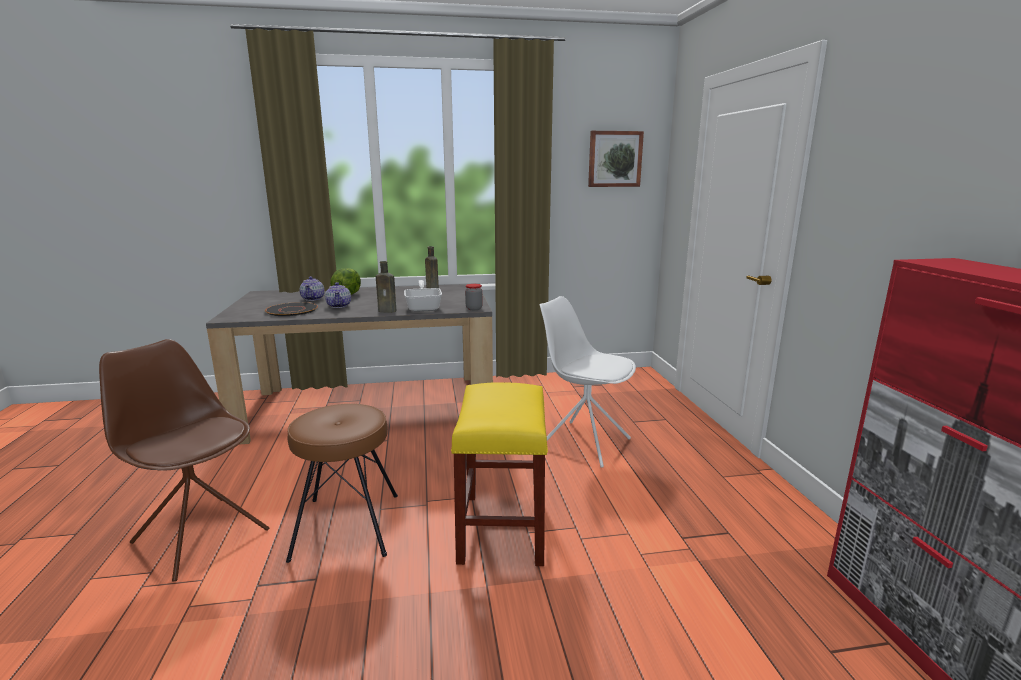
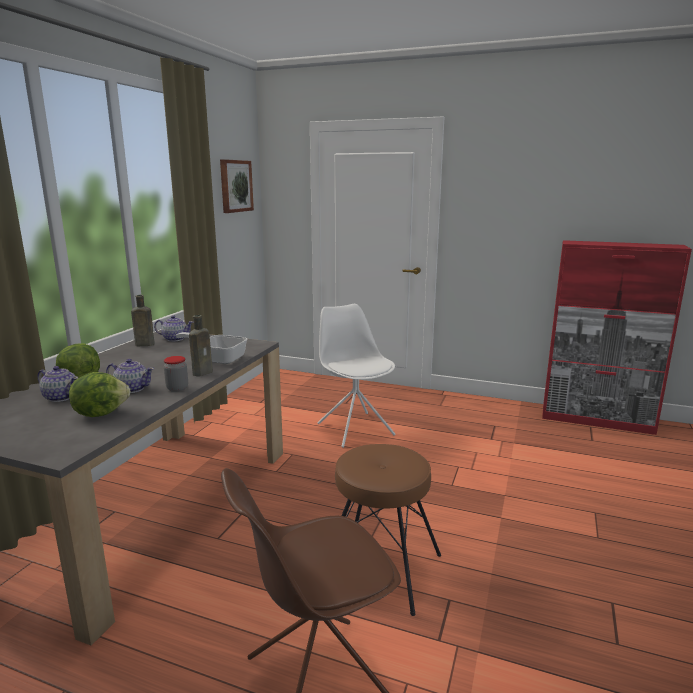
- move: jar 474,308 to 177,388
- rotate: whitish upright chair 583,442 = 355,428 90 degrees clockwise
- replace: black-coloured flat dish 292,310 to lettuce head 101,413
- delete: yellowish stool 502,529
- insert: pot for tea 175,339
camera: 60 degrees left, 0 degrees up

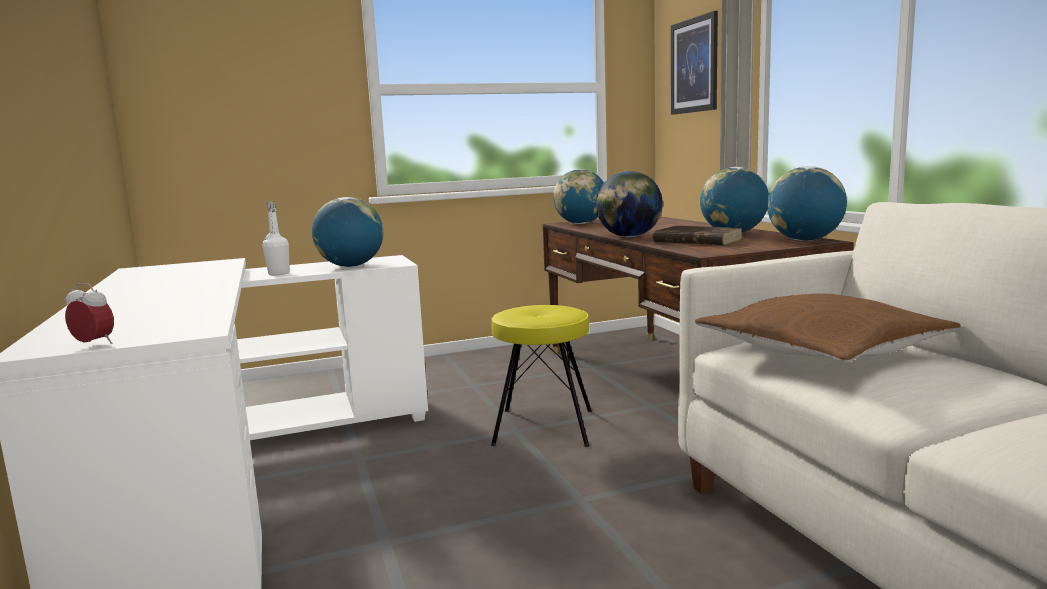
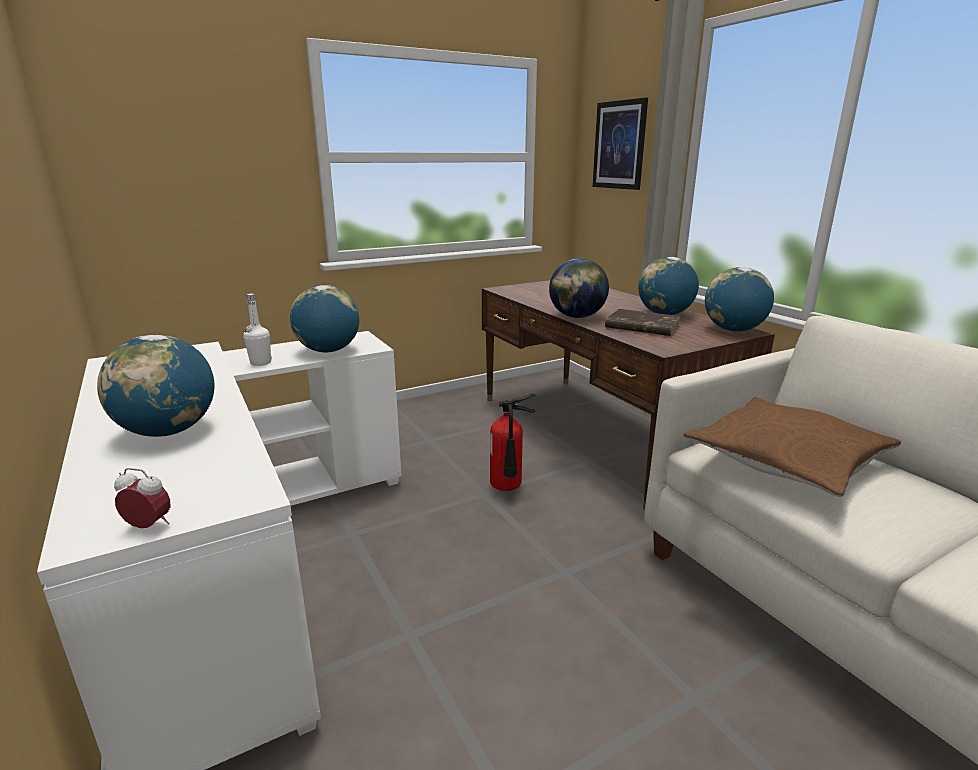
- move: world globe 581,223 to 168,431
- replace: yellowish stool 544,427 to fire extinguisher 508,489
camera: 10 degrees left, 10 degrees up

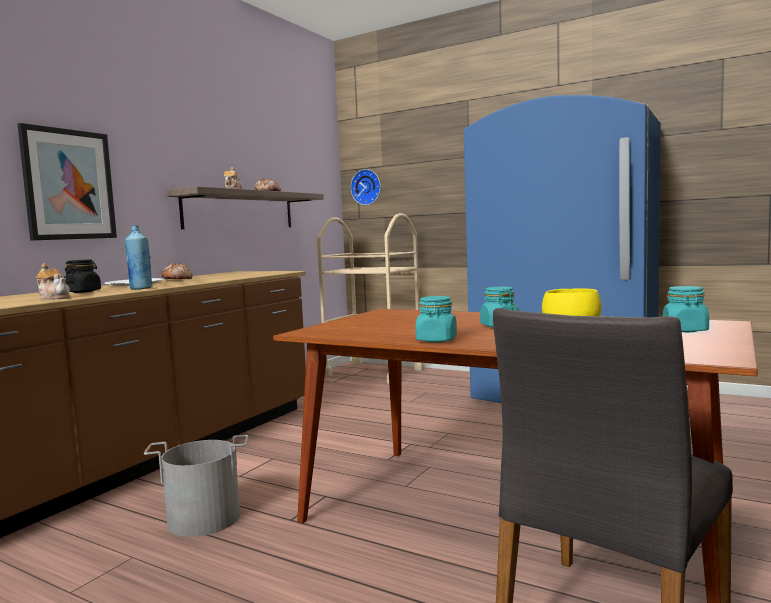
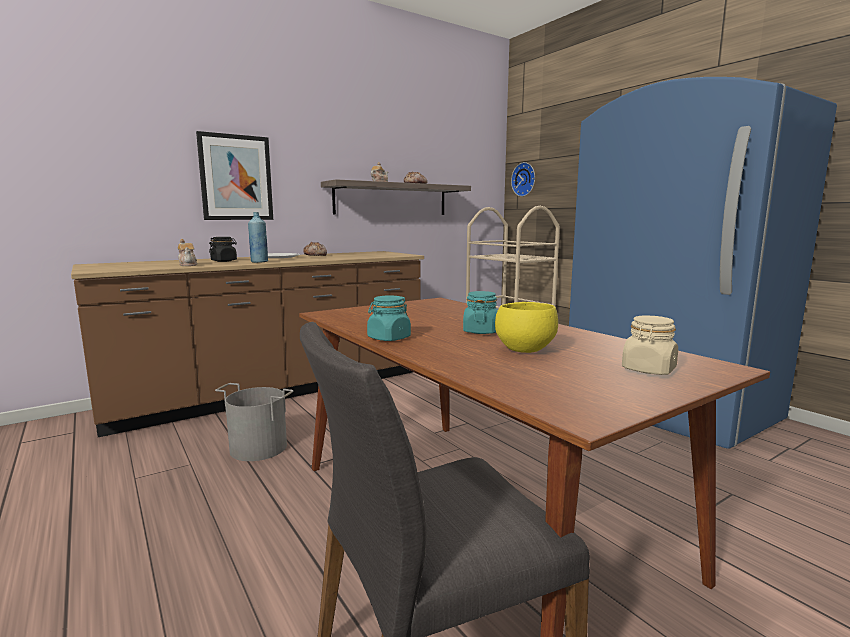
- recolor: turquoise-coloured jar 685,330 to beige jar 648,370
camera: 25 degrees right, 5 degrees up

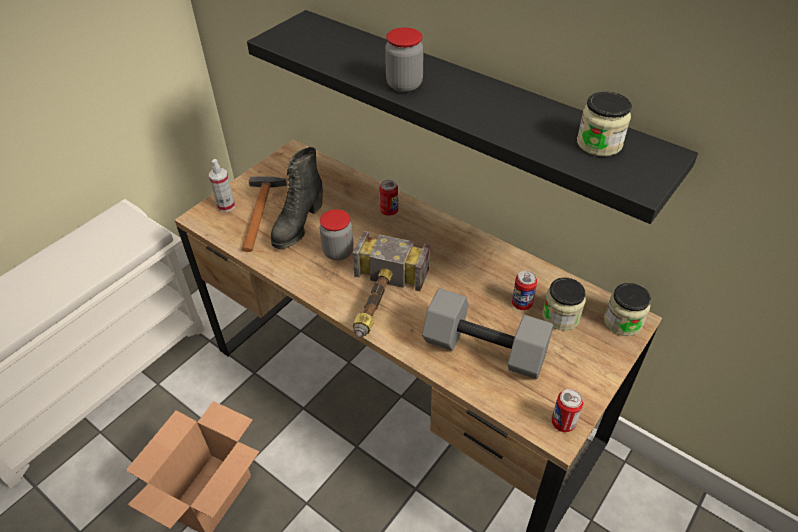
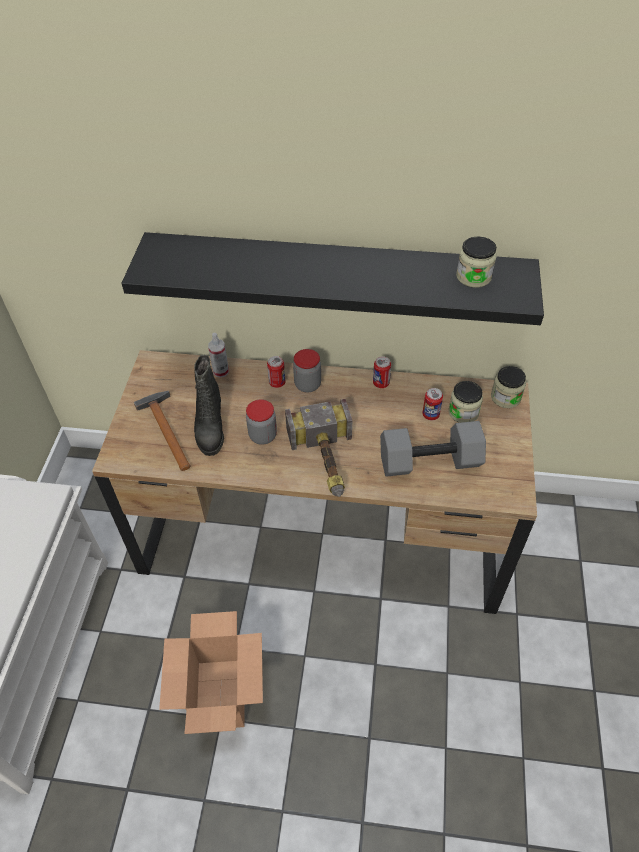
- move: jar 404,85 to 307,385
- move: hand sprayer 226,206 to 221,371
- move: can 563,423 to 381,383
camera: 30 degrees left, 5 degrees up

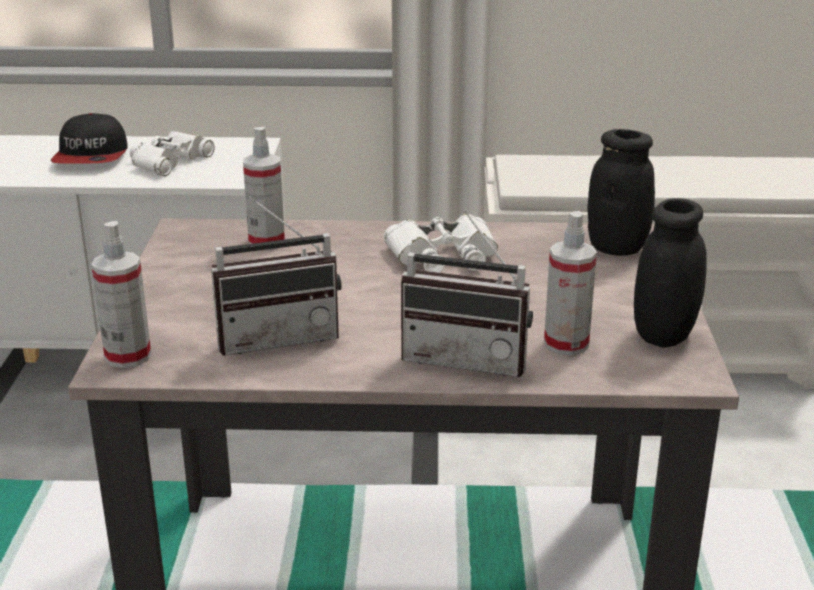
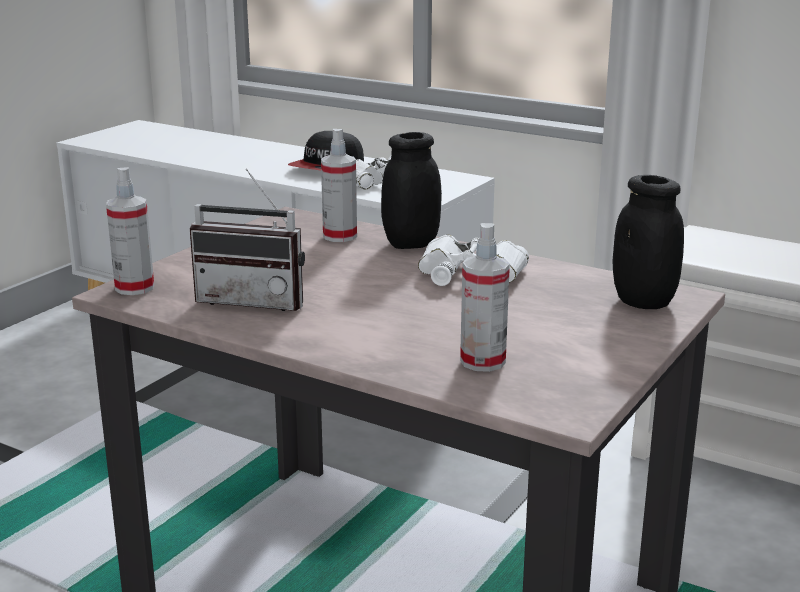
- move: black-coloured jar 664,335 to 411,244
- delete: radio set 468,358
camera: 30 degrees right, 5 degrees down

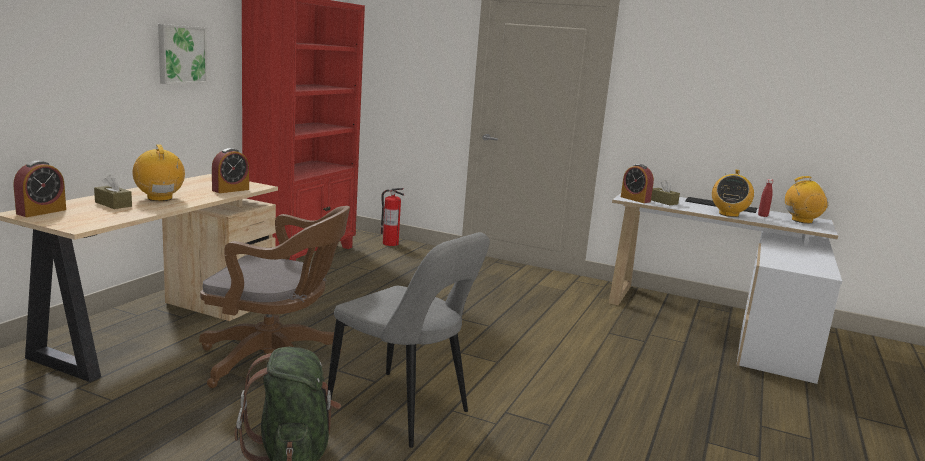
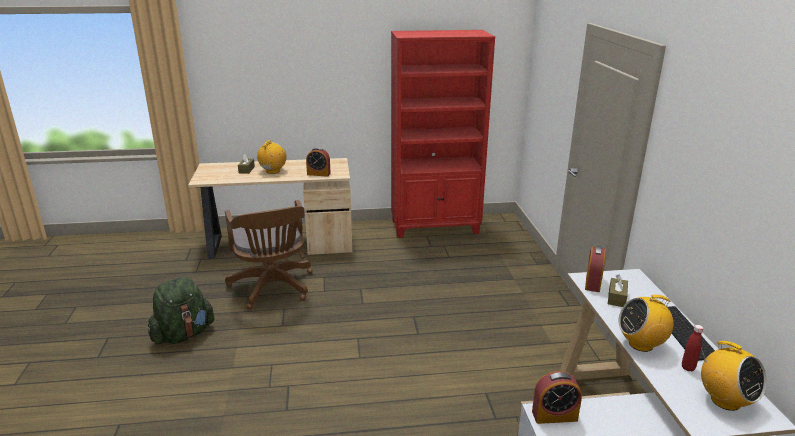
- delete: wall art 181,54
- move: table clock 41,212 to 554,416
- delete: fire extinguisher 390,243
- delete: greyish upright chair 403,410
camera: 60 degrees right, 10 degrees up

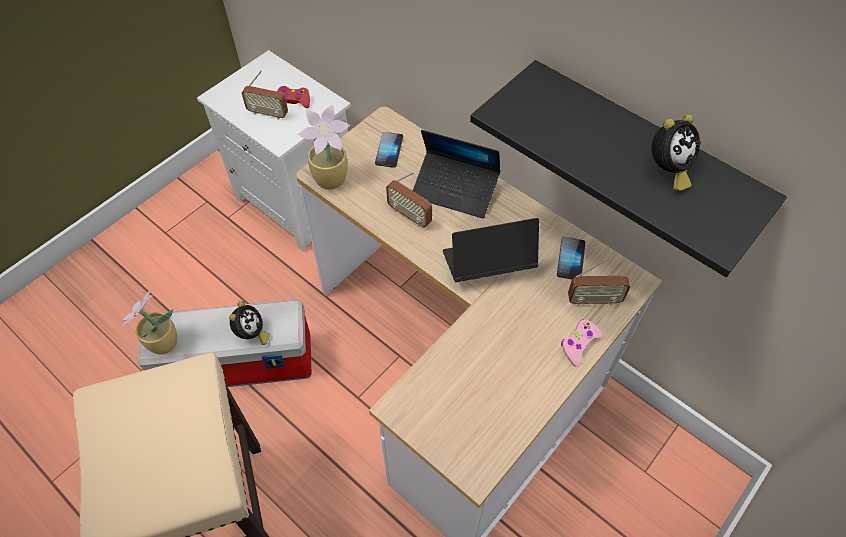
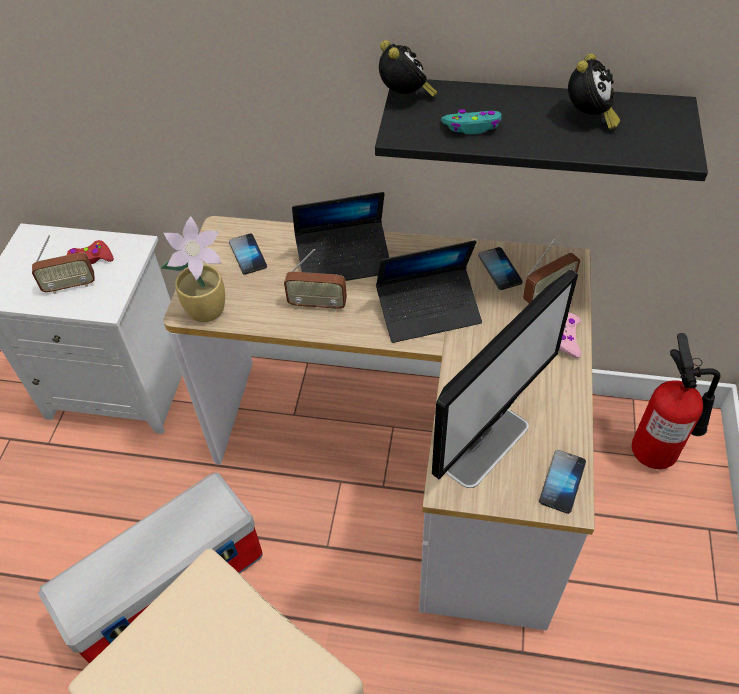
- rotate: notebook computer 487,264 = 428,311 150 degrees counterclockwise
- delete: potted plant 162,344
- move: table clock 251,334 to 405,97
- insert: turquoise-coloured gamepad 472,127
- insert: computer display 487,446
- insert: fire extinguisher 658,450
- insert: handset 562,482
camera: 30 degrees left, 5 degrees down

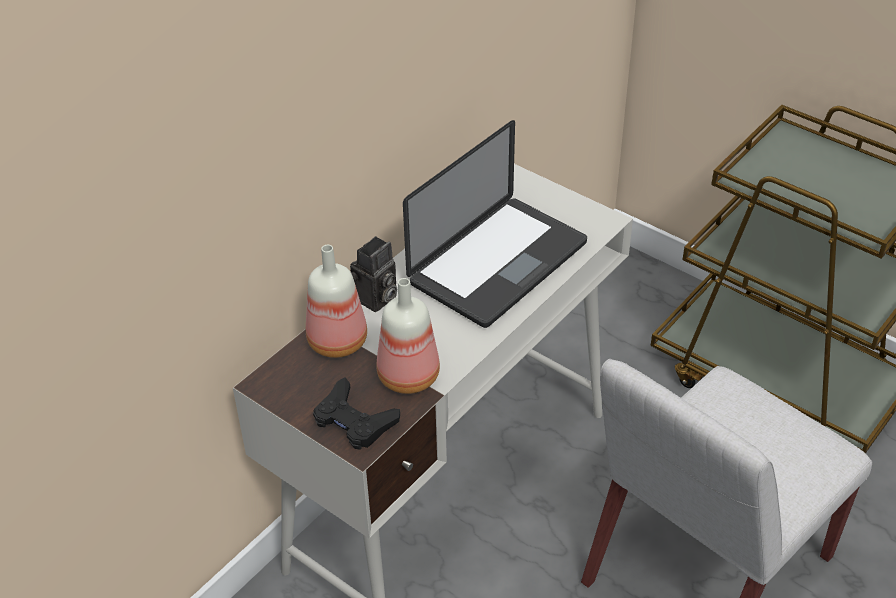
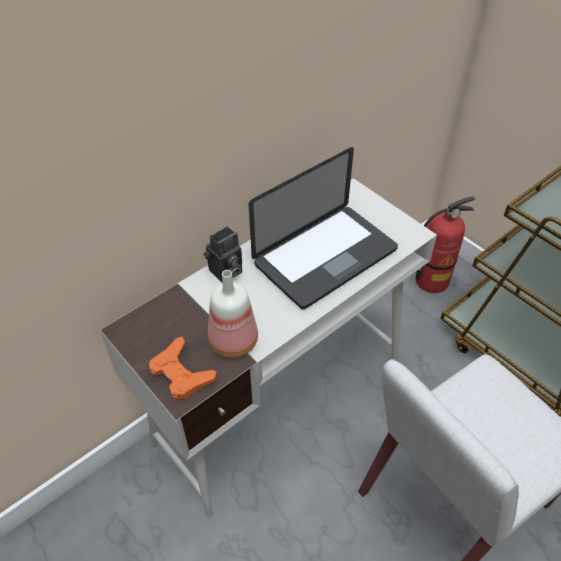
- delete: bottle 337,340
- recolor: black-coloured gamepad 354,421 to orange gamepad 181,373
- insert: fire extinguisher 431,281
camera: 10 degrees right, 5 degrees up

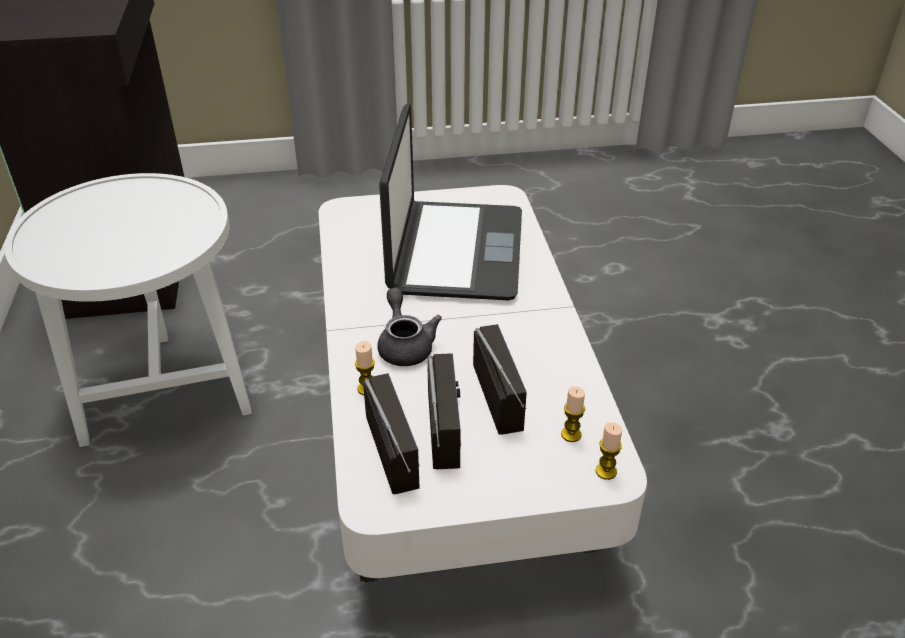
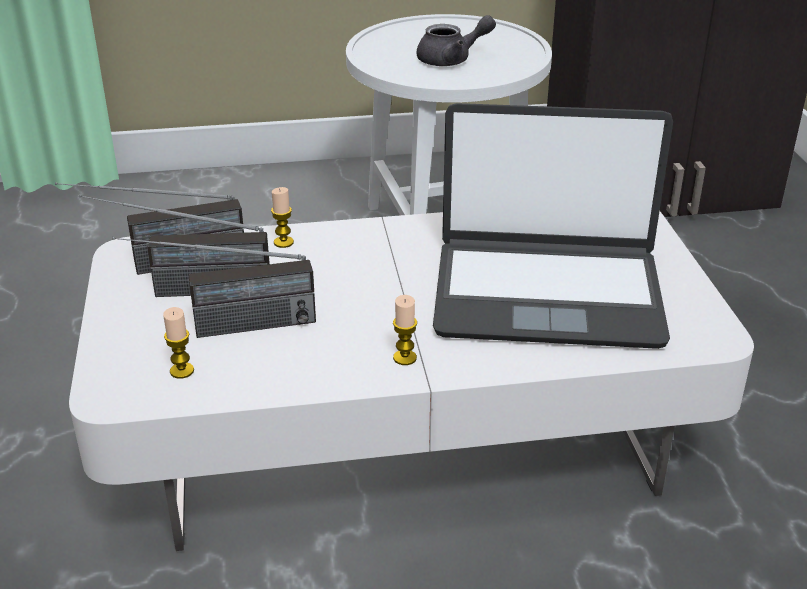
- move: greyish pot for tea 405,345 to 451,60
- move: wax candle 606,471 to 405,358
camera: 90 degrees right, 5 degrees down

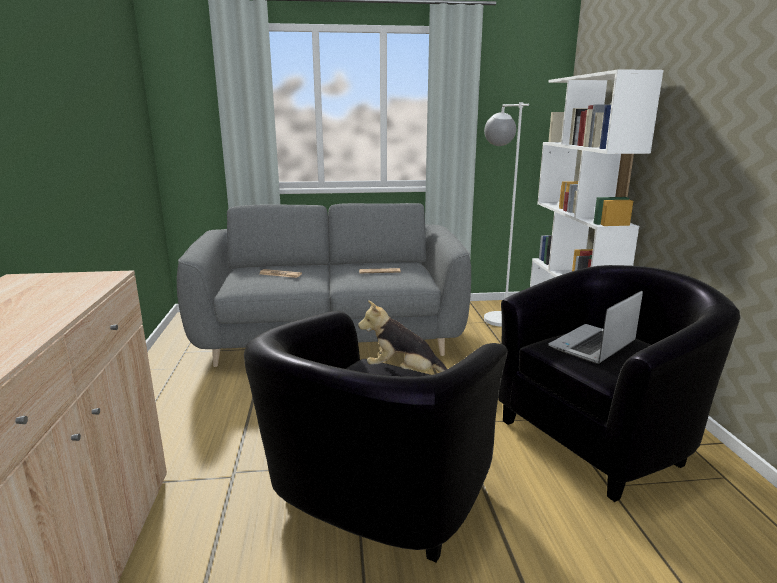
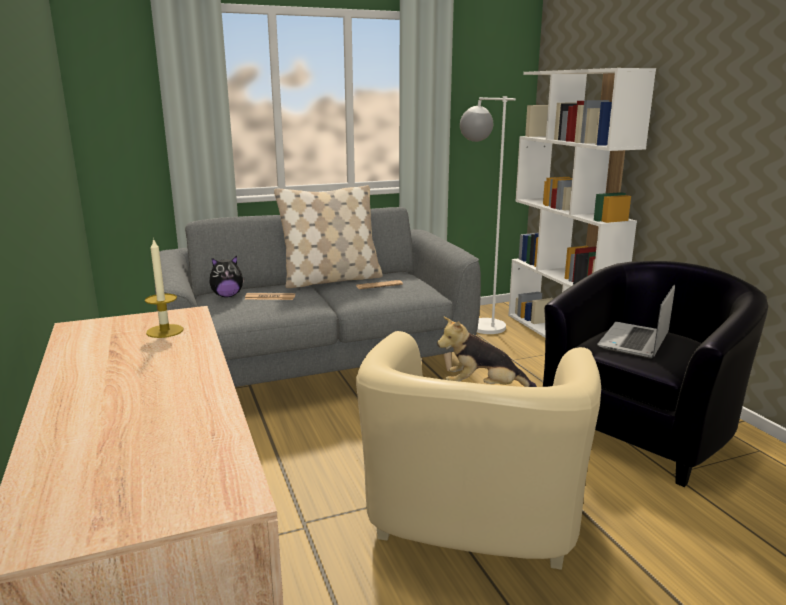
- recolor: black-coloured lounge chair 373,504 to beige lounge chair 470,528
- insert: beige cushion 331,280
- insert: wax candle 165,331
- insert: plush toy 227,296
camera: 15 degrees left, 0 degrees up

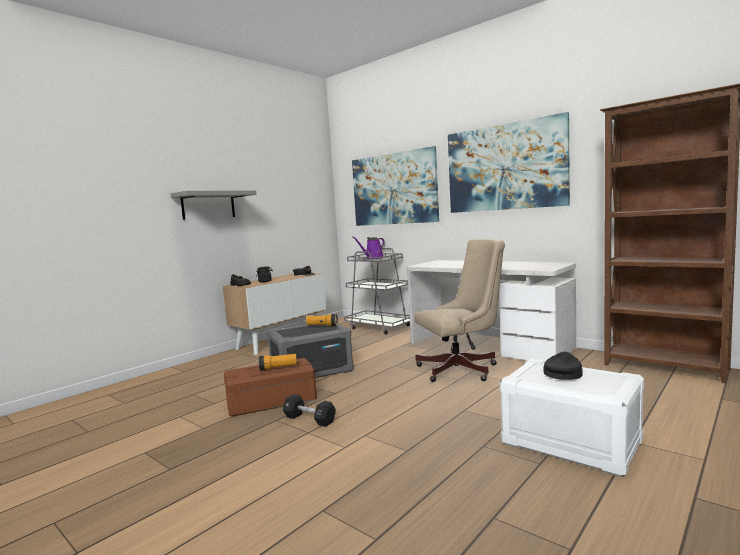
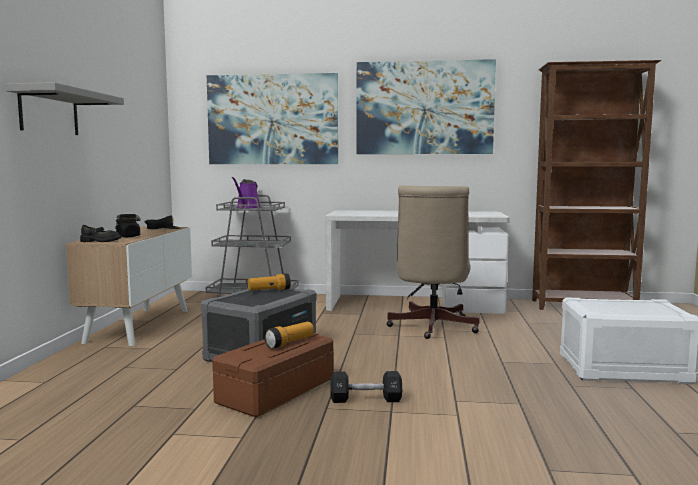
- rotate: beige desk chair 463,369 = 431,328 150 degrees clockwise
- delete: black-coloured baseball cap 563,373
camera: 35 degrees left, 0 degrees up

